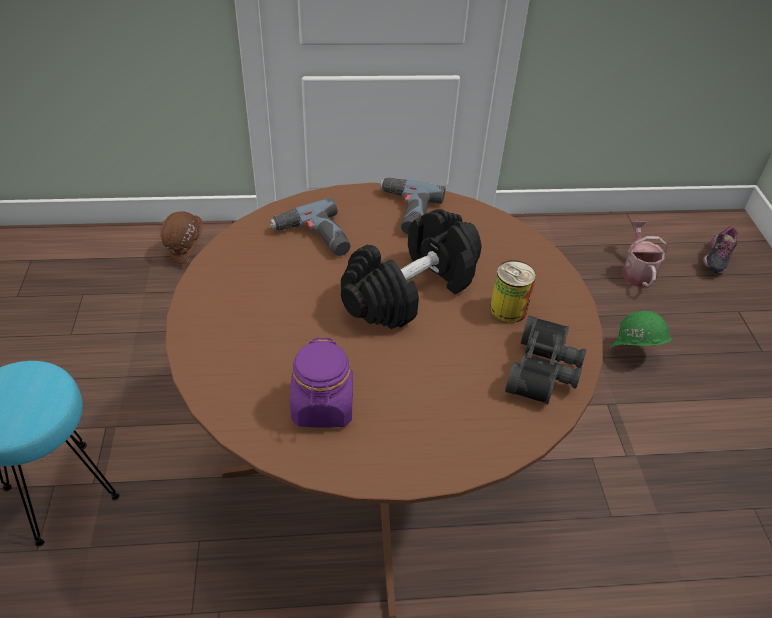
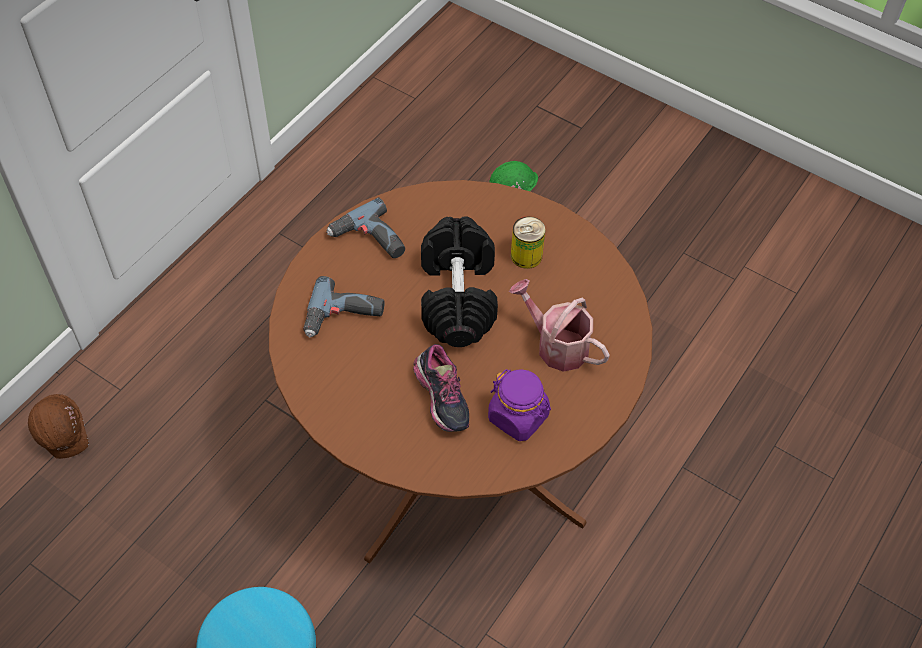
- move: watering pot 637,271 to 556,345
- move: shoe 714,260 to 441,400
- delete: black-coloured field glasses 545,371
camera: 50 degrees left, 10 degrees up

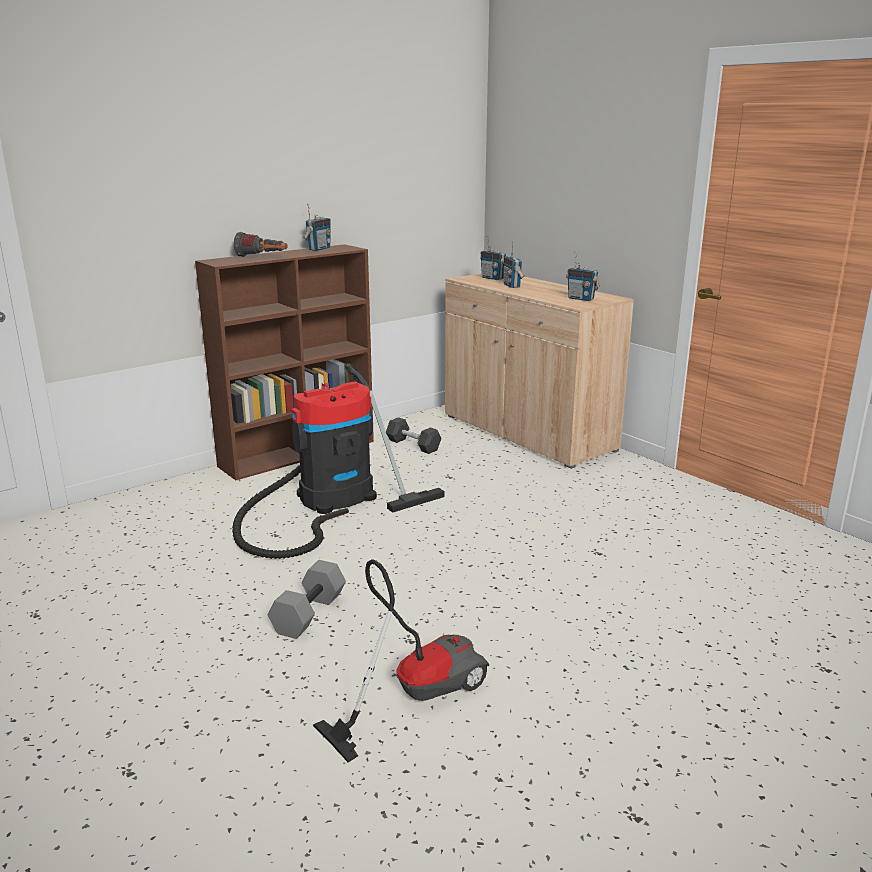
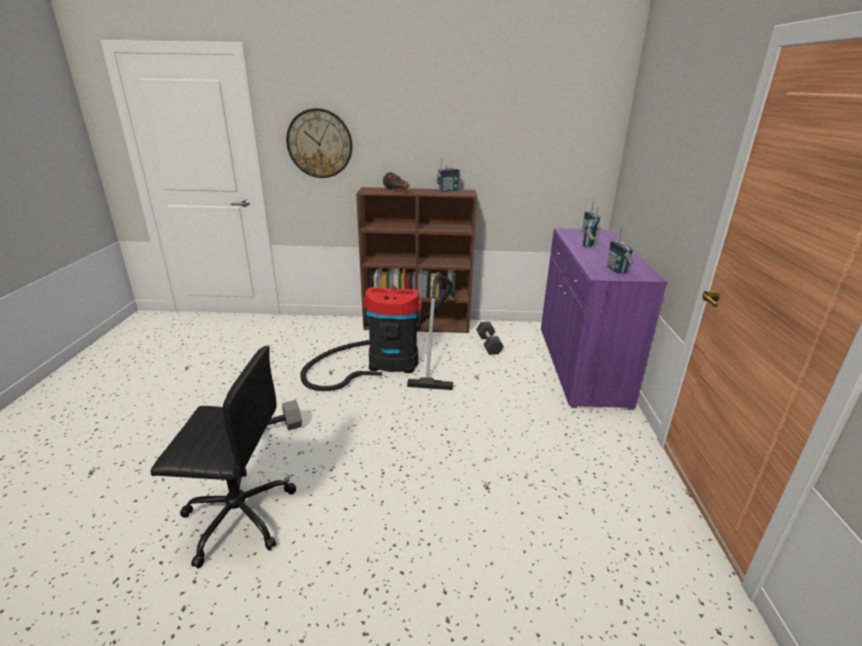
- recolor: beige storage cabinet 527,433 to purple-coloured storage cabinet 580,365
- replace: vacuum cleaner 414,693 to black-coloured desk chair 237,516
- insert: wall clock 319,143
camera: 40 degrees right, 5 degrees up

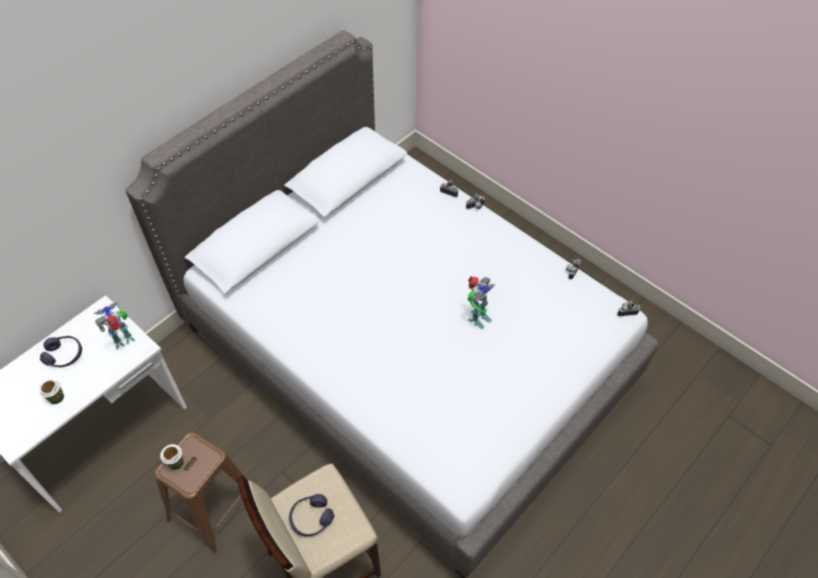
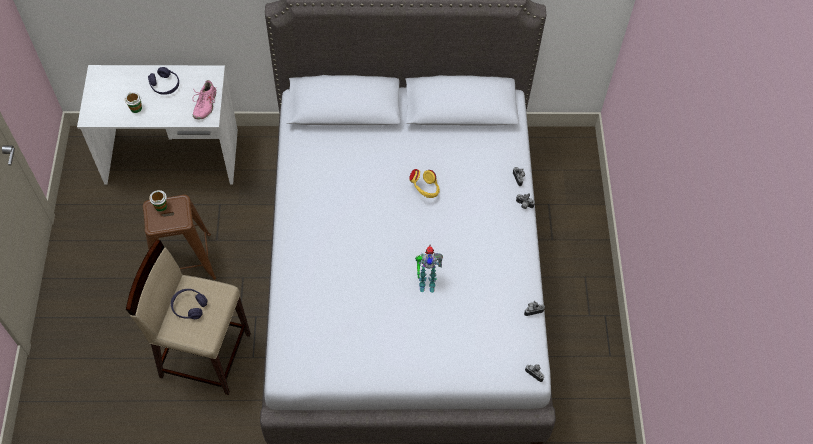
- replace: robot figure 125,340 to pink-coloured shoe 205,104
- insert: yellowish headset 425,190
camera: 45 degrees right, 5 degrees up

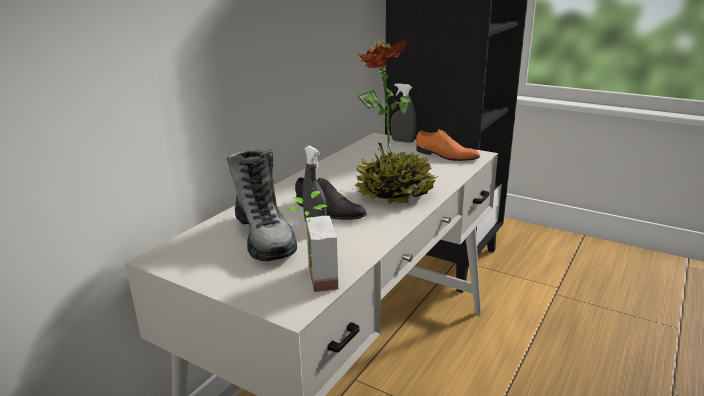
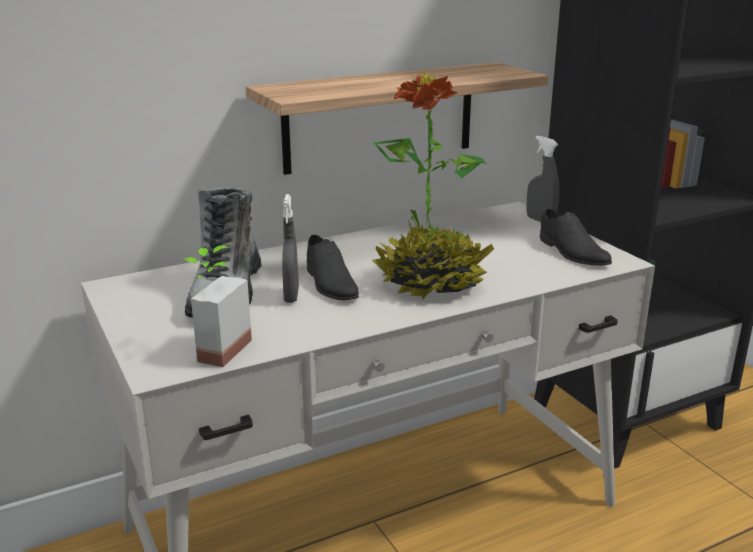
- recolor: orange shoe 446,155 to black-coloured shoe 571,252
- insert: shelf 380,117
camera: 30 degrees right, 0 degrees up

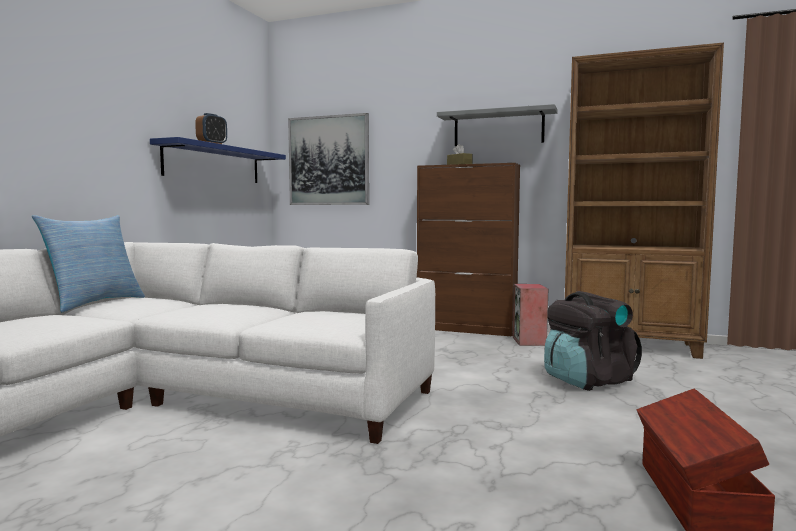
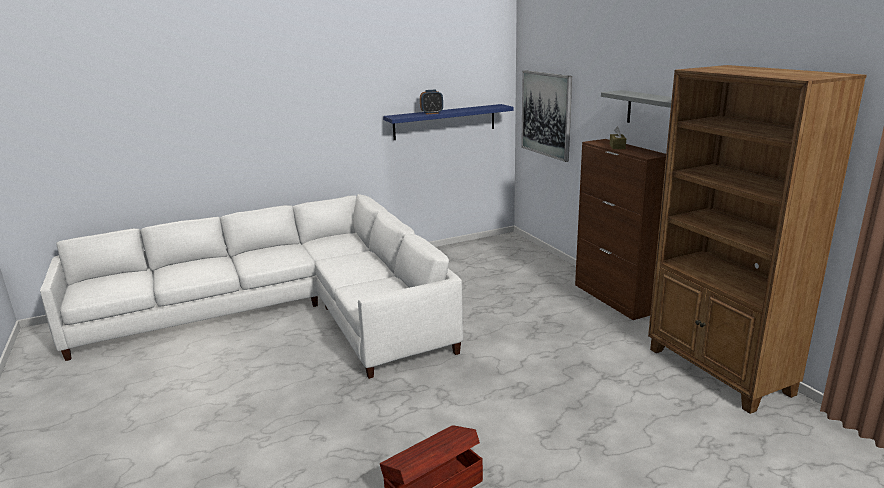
- delete: cushion 93,303
- delete: speaker 529,341
- delete: black-coloured rucksack 587,381
camera: 45 degrees right, 15 degrees up

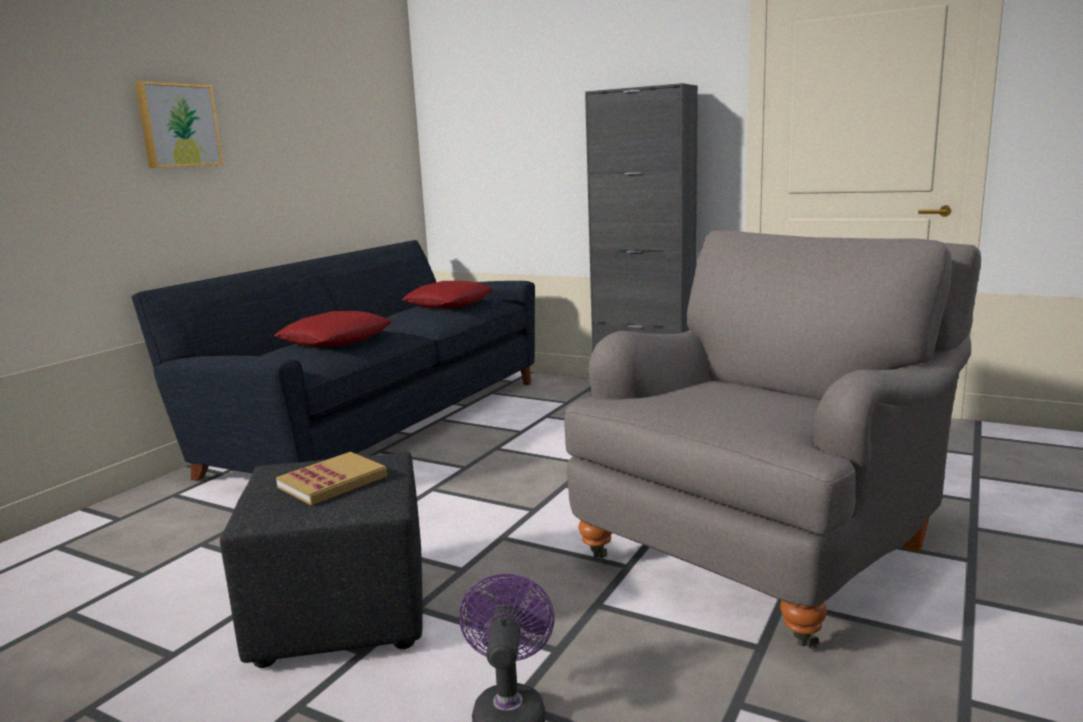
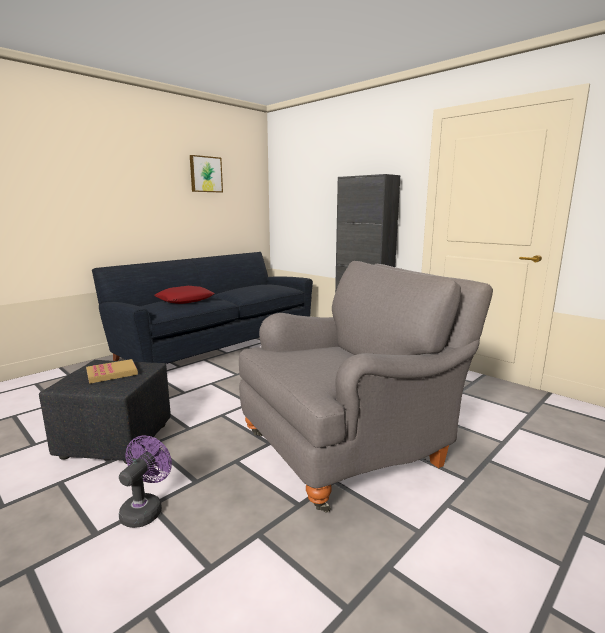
- move: wall art 178,125 to 205,174
- delete: reddish cushion 449,303
camera: 15 degrees right, 0 degrees up

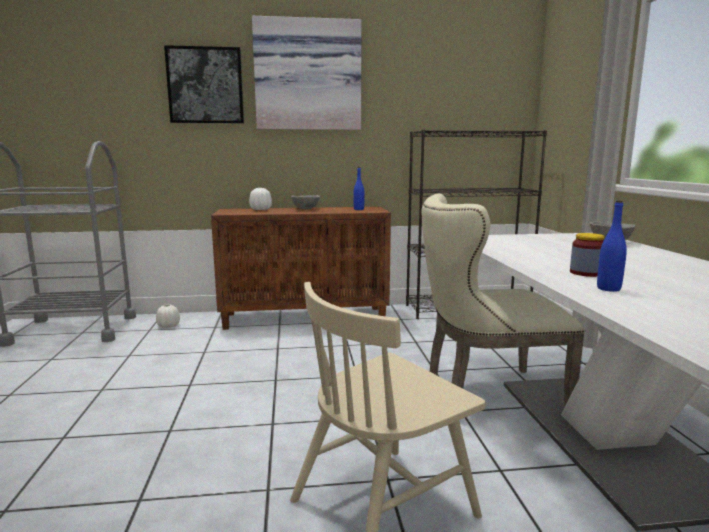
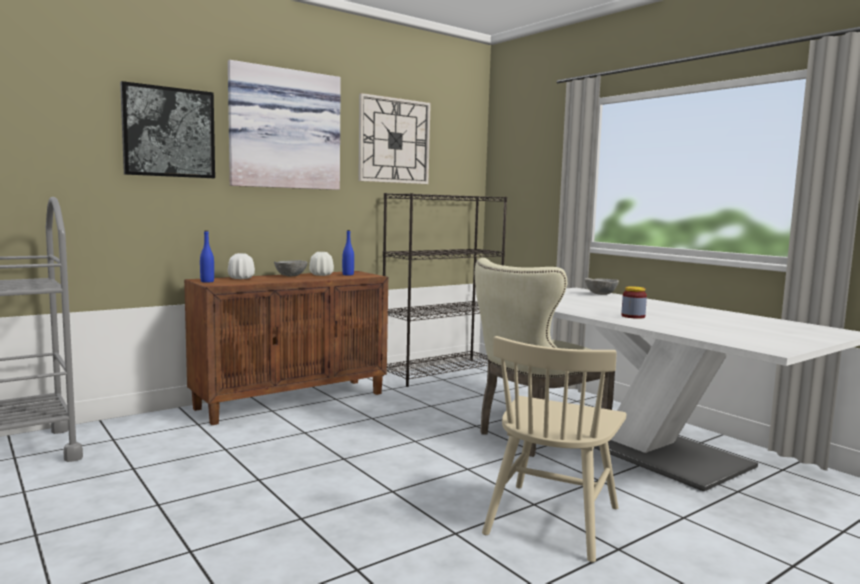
- move: blue-coloured bottle 608,289 to 207,281
- move: whitish decorative vase 168,326 to 321,275
- insert: wall clock 394,141
camera: 30 degrees left, 5 degrees down

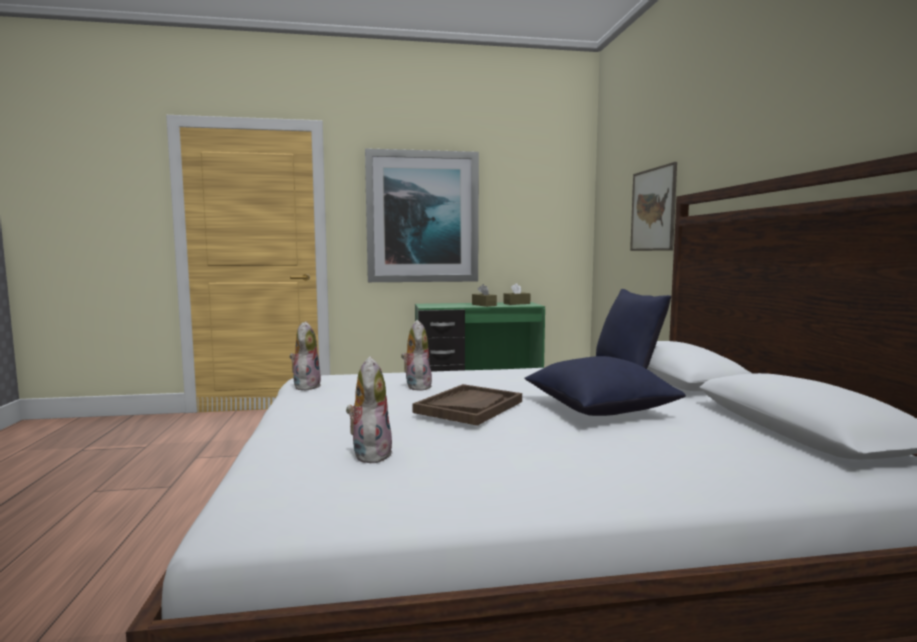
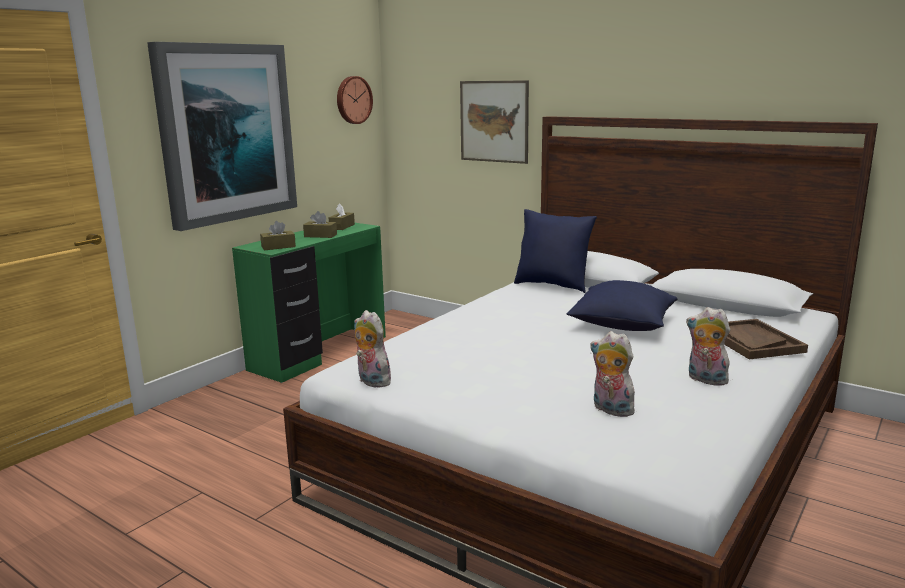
- move: plush toy 416,386 to 705,380
- move: brown-coloured serving tray 469,407 to 752,341
- insert: wall clock 353,100
- insert: brown-coloured box of tissues 278,247
camera: 45 degrees left, 10 degrees up

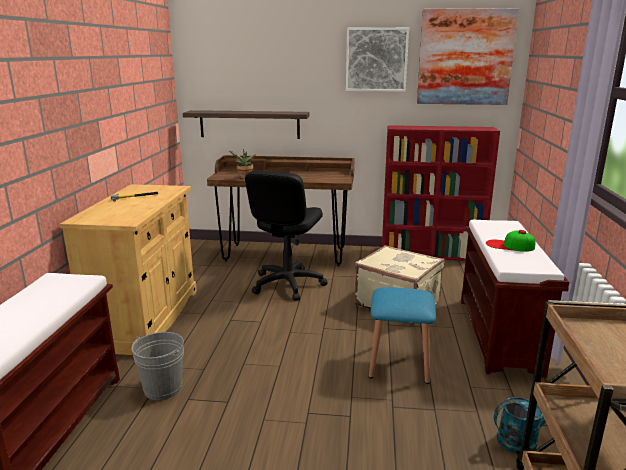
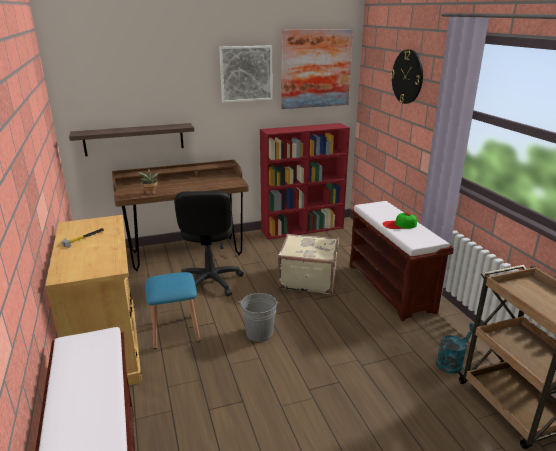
- move: blue-coloured stool 399,363 to 175,331
- move: greyish bucket 163,388 to 259,333
- insert: wall clock 407,77
camera: 25 degrees left, 5 degrees up

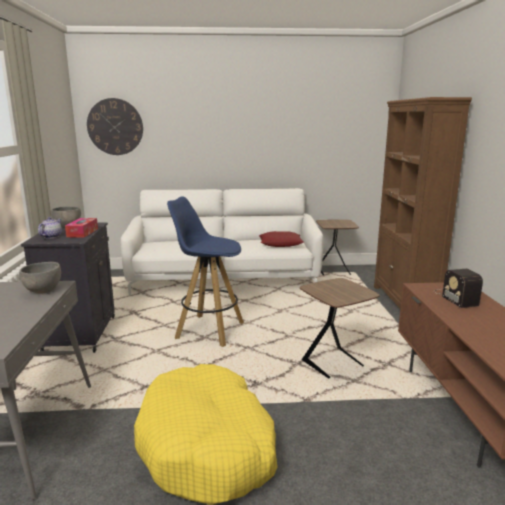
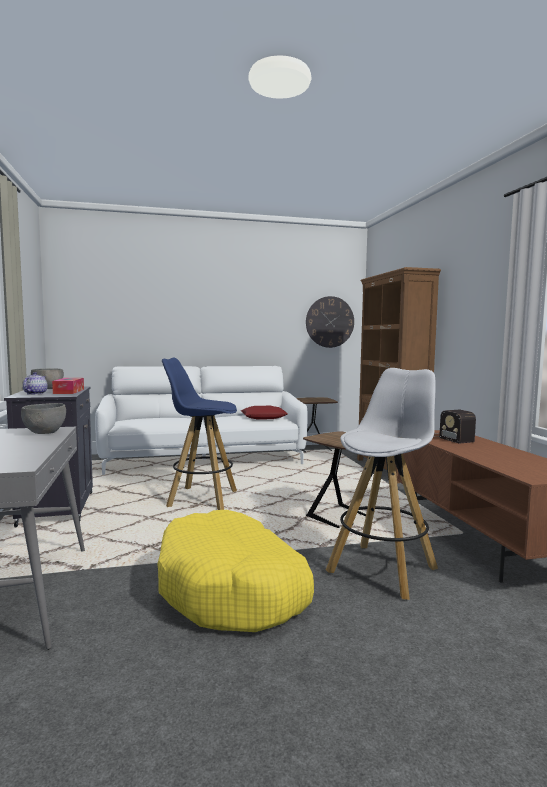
- move: wall clock 115,127 to 330,322
- insert: whitish stool 383,569
camera: 10 degrees left, 10 degrees down

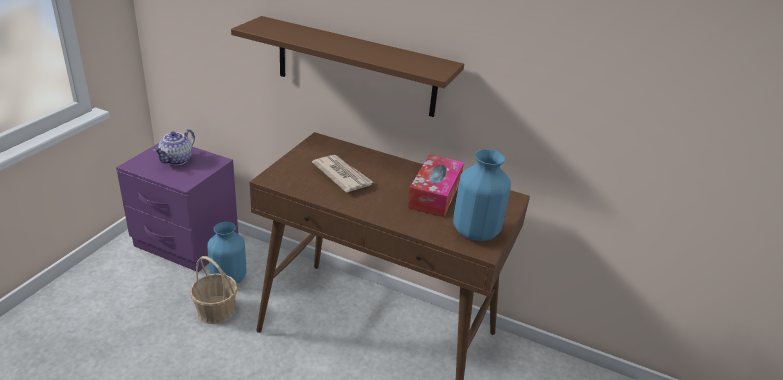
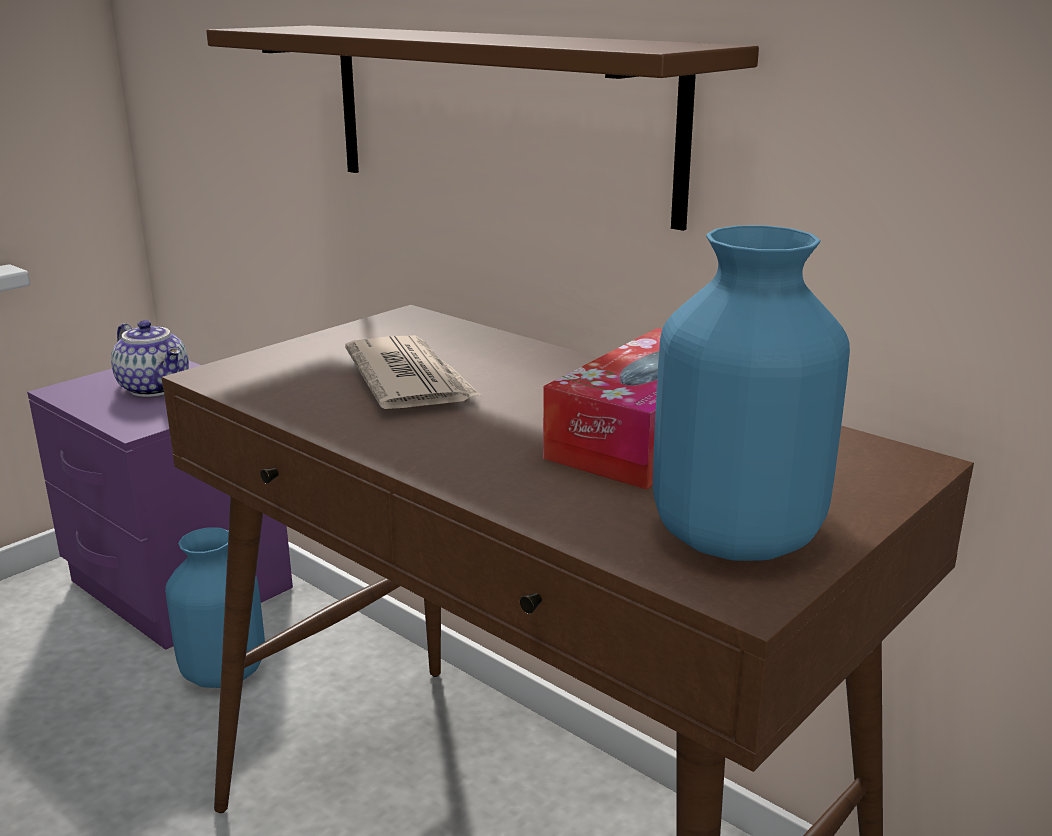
- rotate: pot for tea 177,160 = 156,388 90 degrees counterclockwise
- delete: household basket 216,311
camera: 20 degrees right, 10 degrees down

